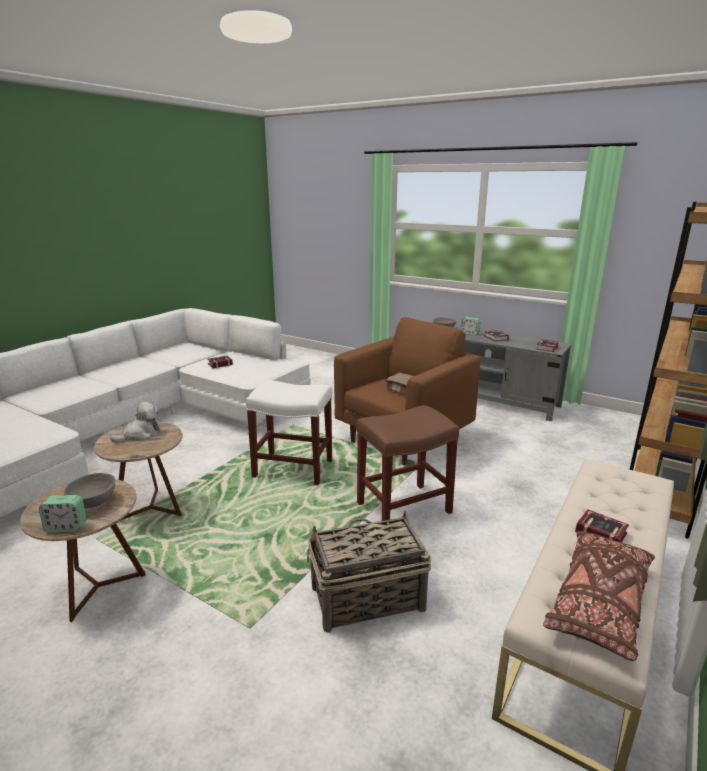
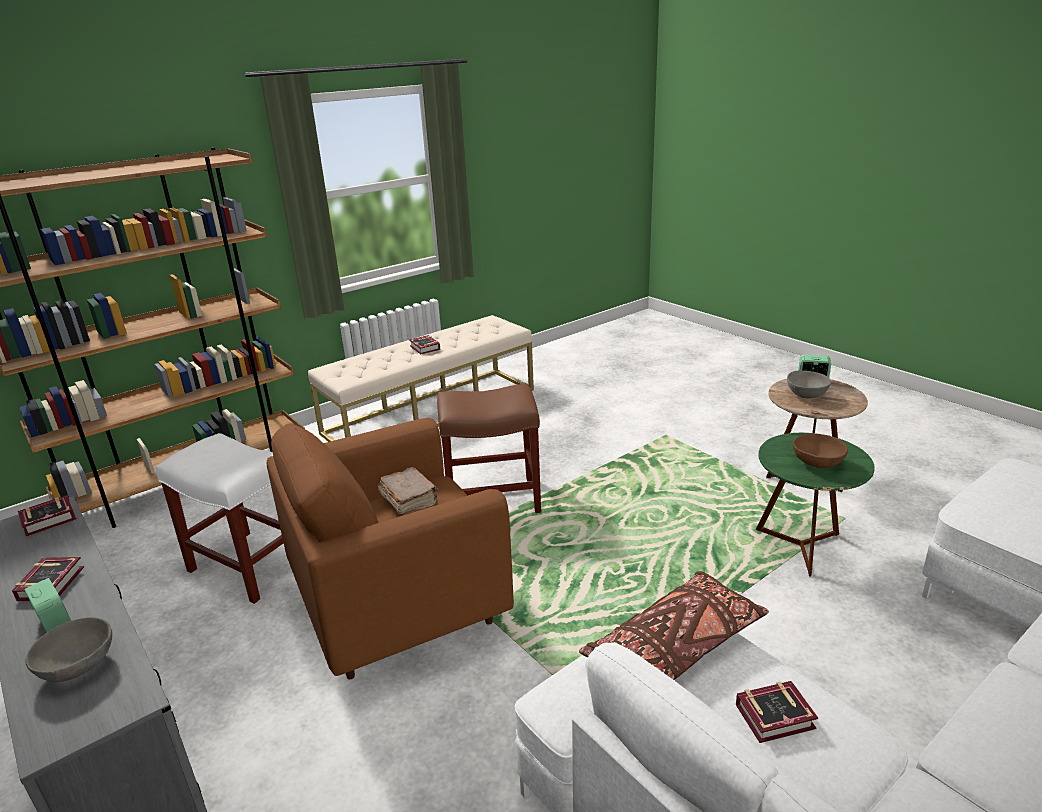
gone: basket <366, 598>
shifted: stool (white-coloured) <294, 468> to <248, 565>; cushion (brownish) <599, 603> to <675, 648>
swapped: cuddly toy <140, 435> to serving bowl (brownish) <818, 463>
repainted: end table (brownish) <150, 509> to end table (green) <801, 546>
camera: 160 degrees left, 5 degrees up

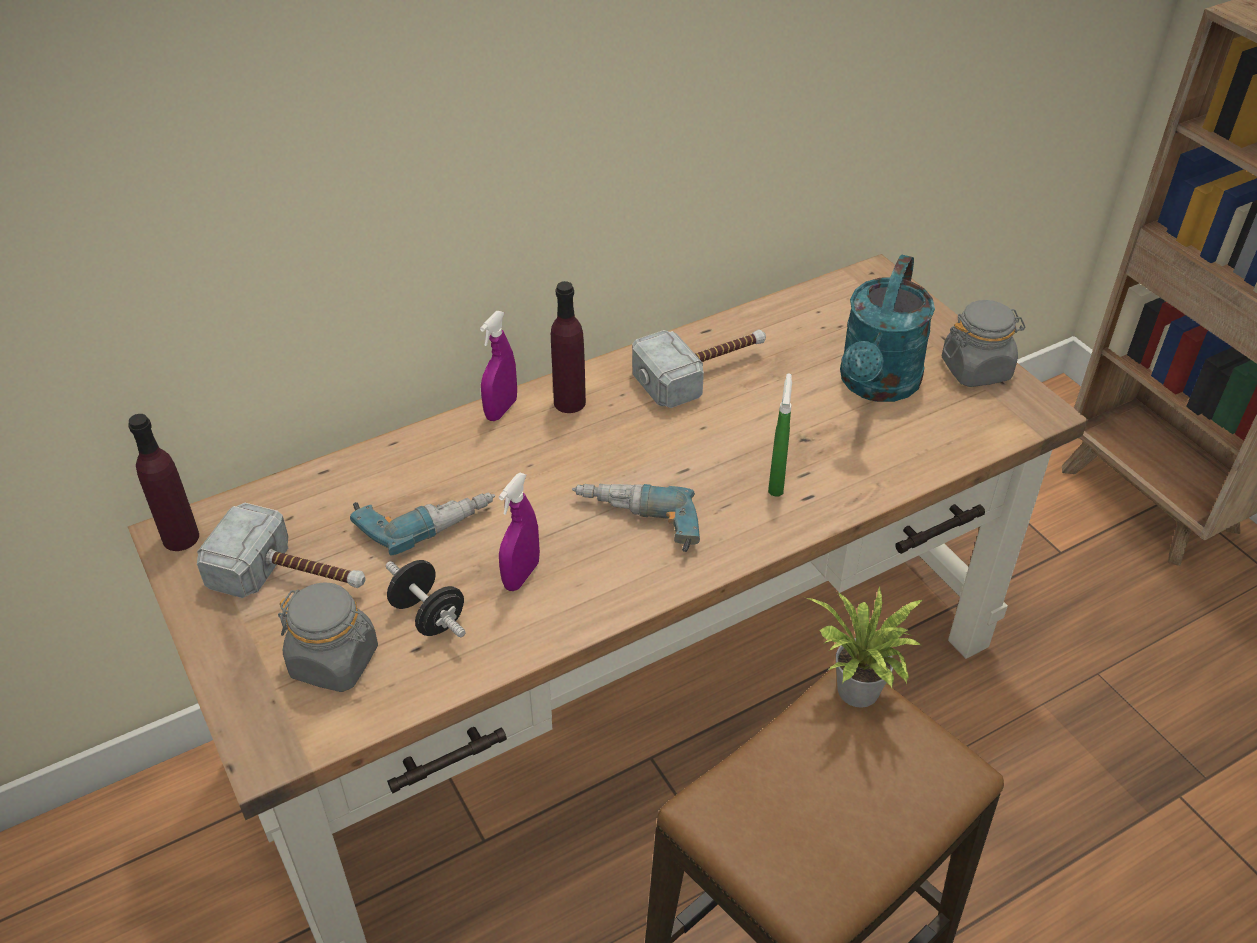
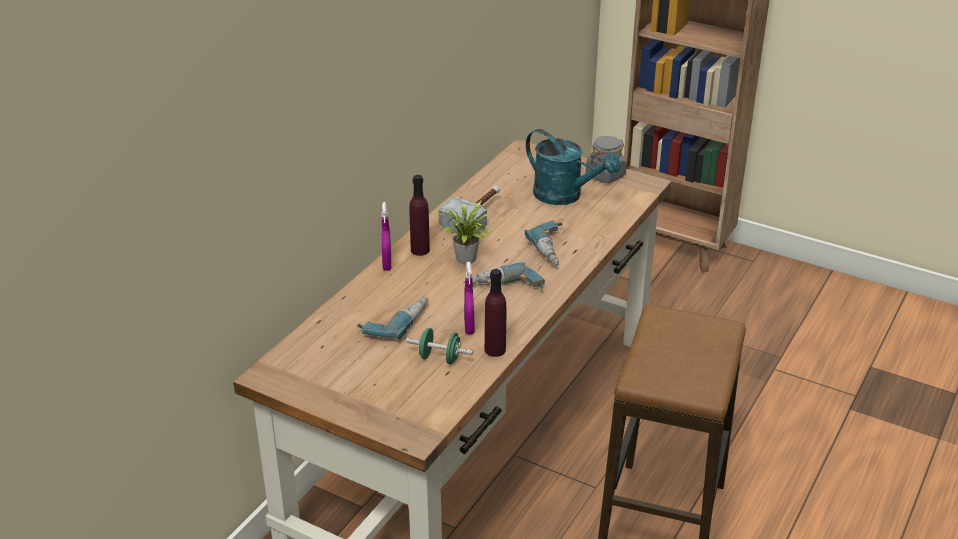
gone: hammer <293, 578>; jar (gray) <335, 661>
shifted: drink bottle (purple-coloured) <181, 537> to <495, 350>; potted plant <857, 695> to <467, 260>
swapped: hand sprayer (green) <776, 481> to drill <554, 249>
repainted: free weight (blackish) <428, 615> to free weight (green) <439, 358>
rotated: sprinkling can (blue-green) <876, 385> = <565, 196> 45 degrees counterclockwise
camera: 30 degrees left, 10 degrees down

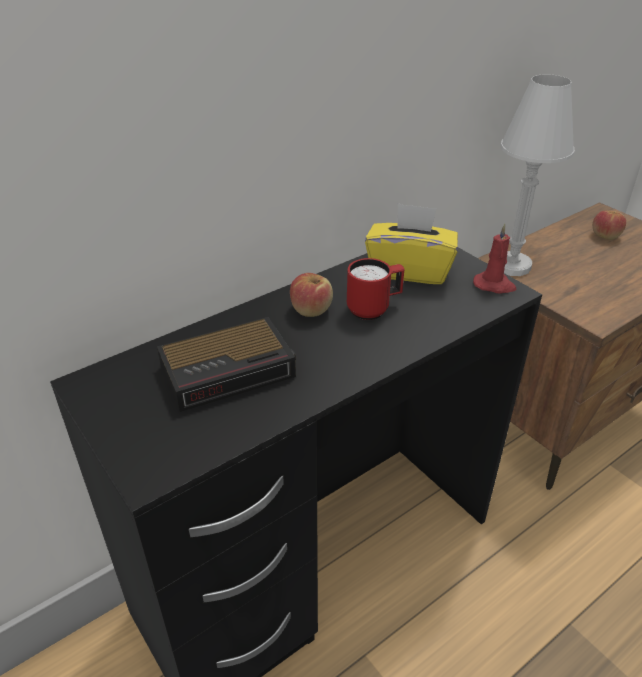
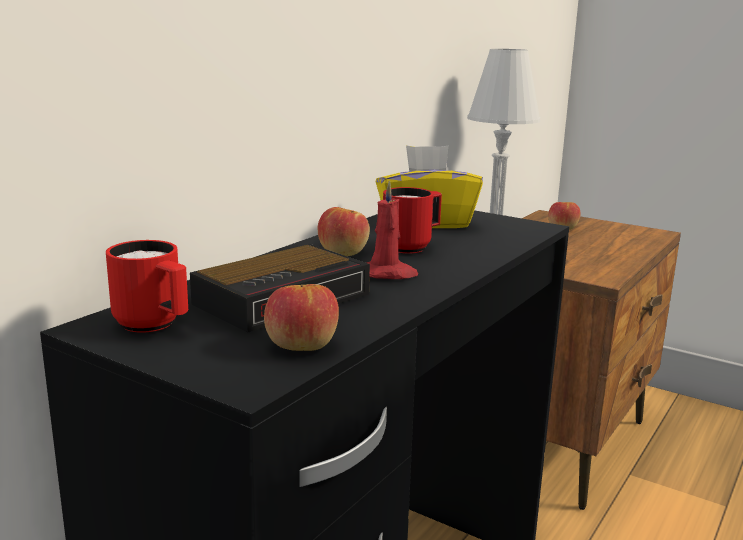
new: mug (red-coloured) <154, 326>; apple fruit <301, 345>
shifted: candle (red-coloured) <494, 285> to <389, 274>
camera: 20 degrees left, 20 degrees down

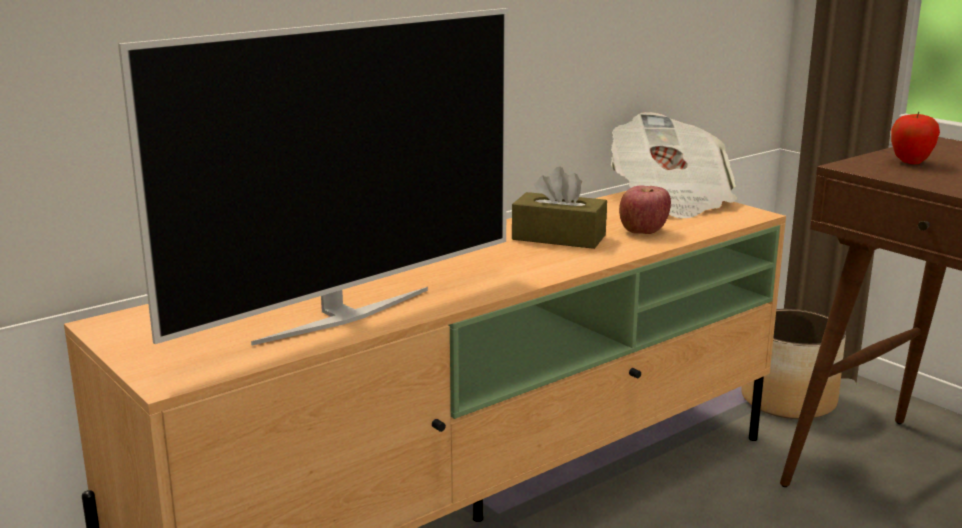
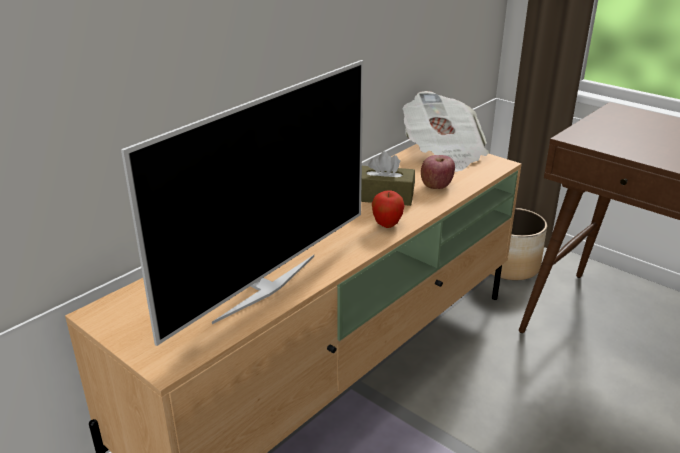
shifted: apple fruit <910, 162> to <387, 225>
camera: 10 degrees left, 10 degrees up

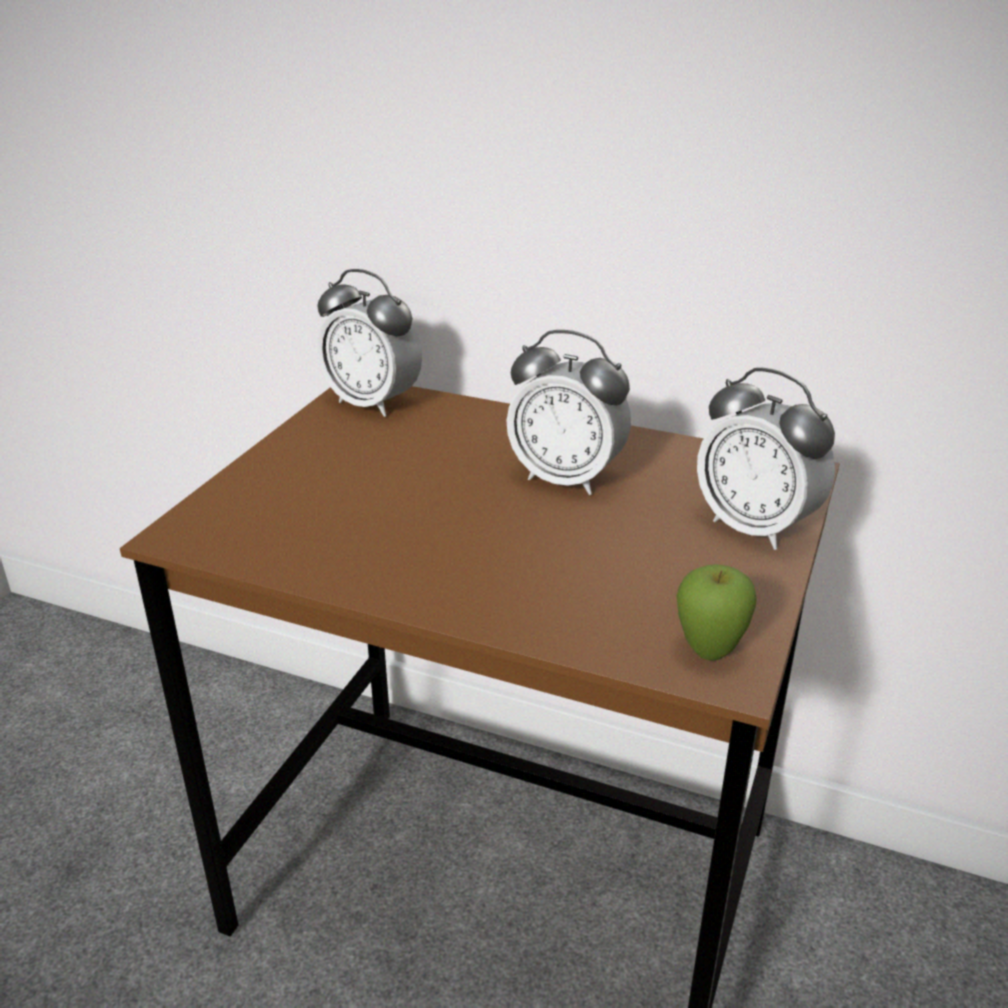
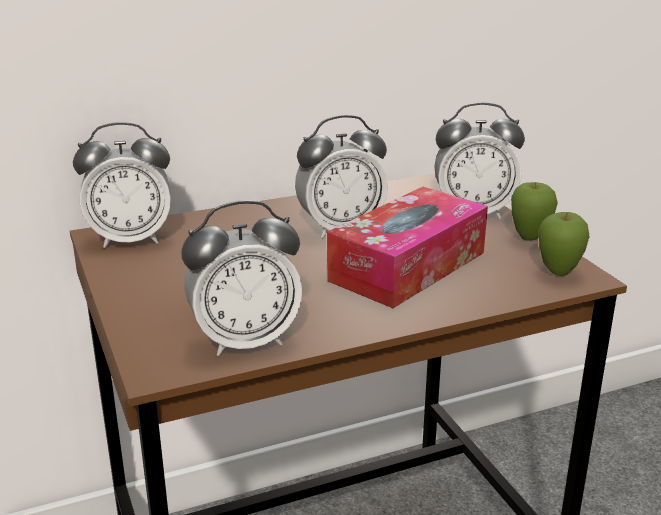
new: apple fruit <529, 238>; box of tissues <407, 266>; table clock <245, 341>
camera: 45 degrees left, 5 degrees down

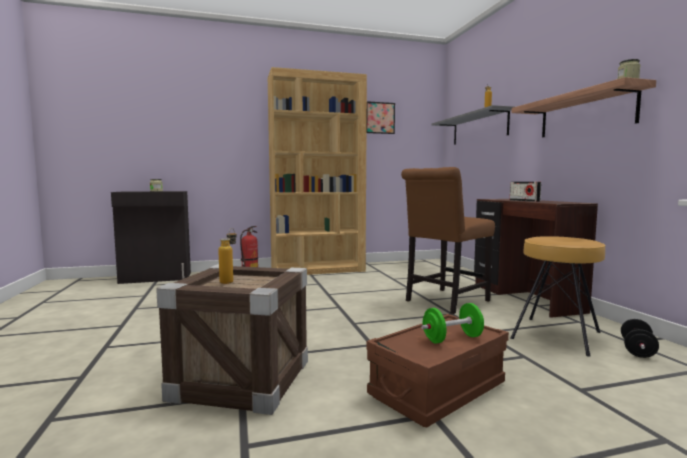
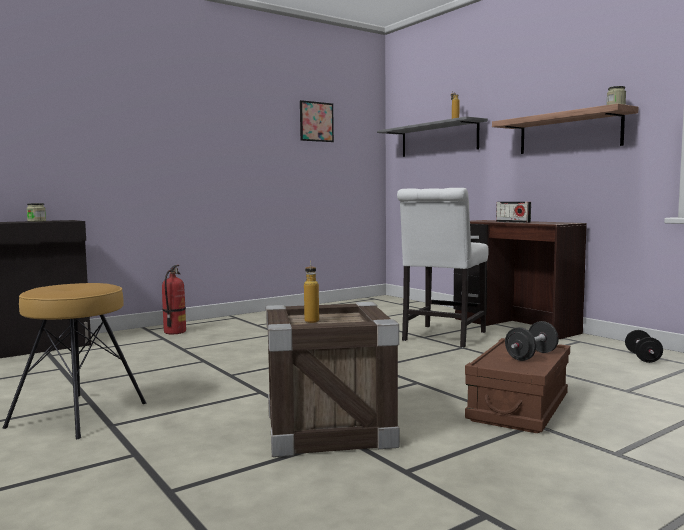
gone: bookcase (brownish) <318, 270>
shifted: stool (brownish) <557, 335> to <79, 415>
repainted: plain chair (brownish) <444, 302> to plain chair (white-coloured) <442, 337>; free weight (green) <452, 339> to free weight (blackish) <531, 356>
camera: 20 degrees left, 0 degrees up

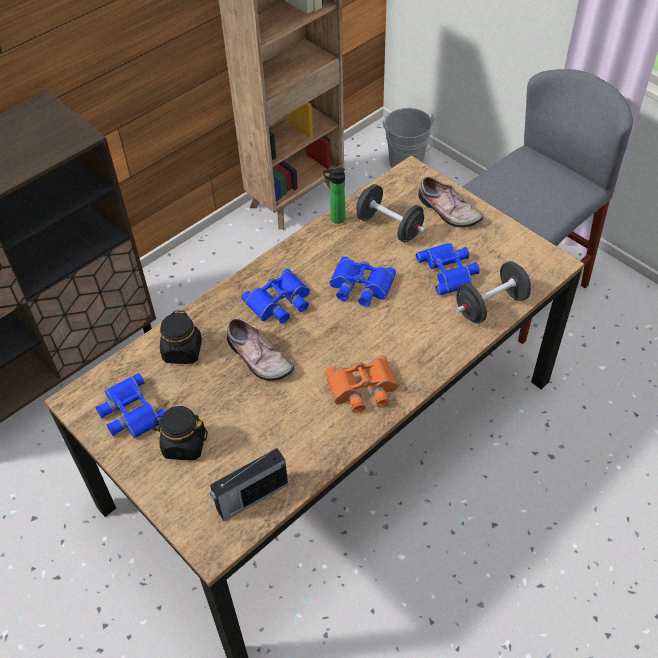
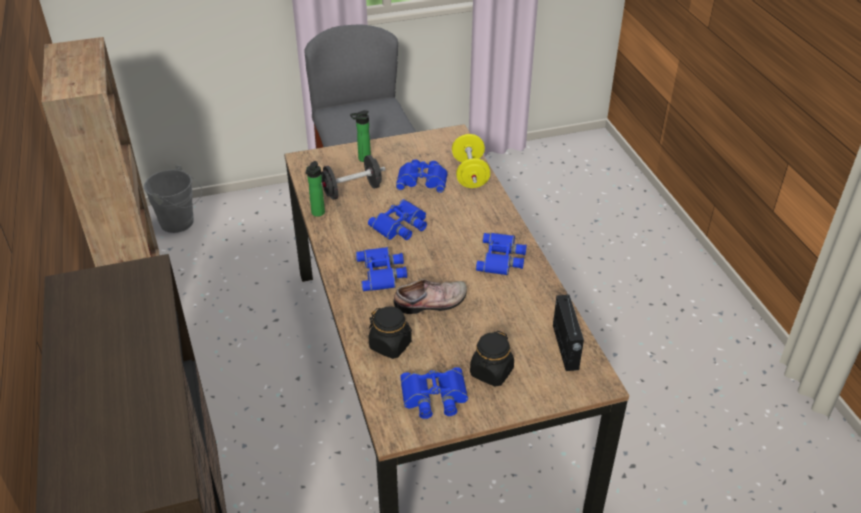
swapped: item of footwear <447, 211> to drink bottle <362, 159>
repainted: free weight (blackish) <491, 306> to free weight (yellowish) <470, 174>; binoculars (orangey) <362, 389> to binoculars (bluish) <502, 258>
camera: 65 degrees left, 10 degrees down

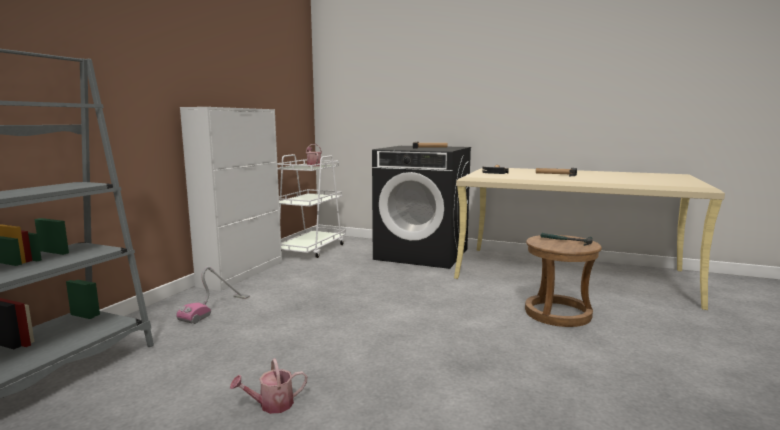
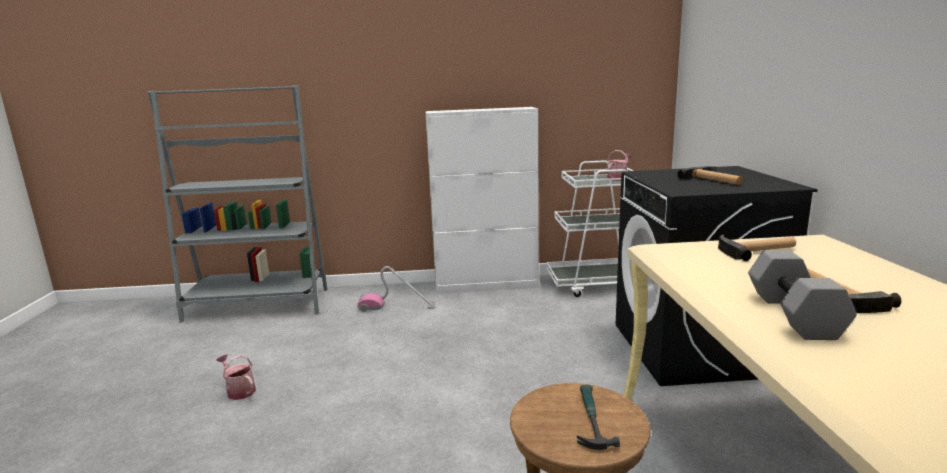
new: free weight (gray) <796, 315>
camera: 65 degrees right, 5 degrees up

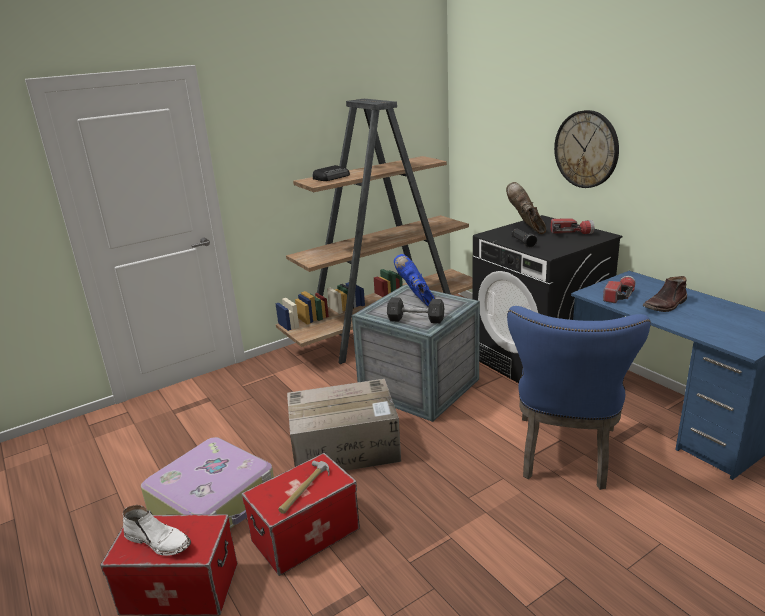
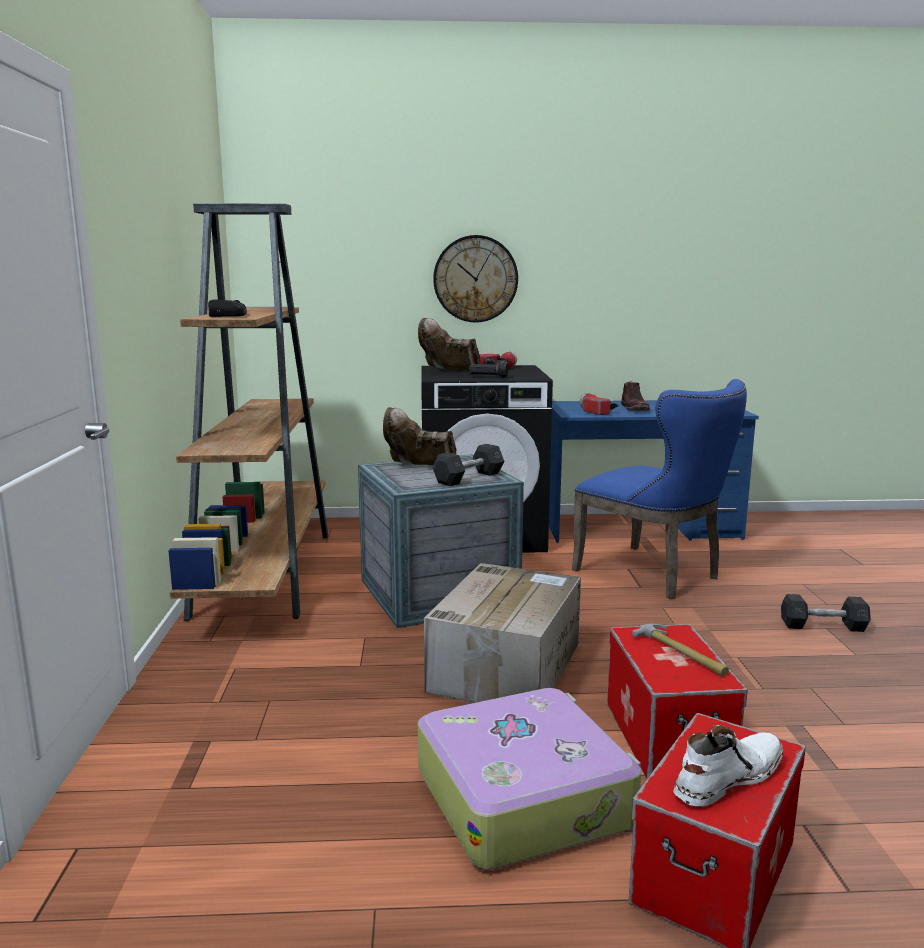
new: free weight (gray) <823, 626>
repainted: boot (bluish) <417, 300> to boot (brownish) <419, 468>
camera: 60 degrees left, 10 degrees down

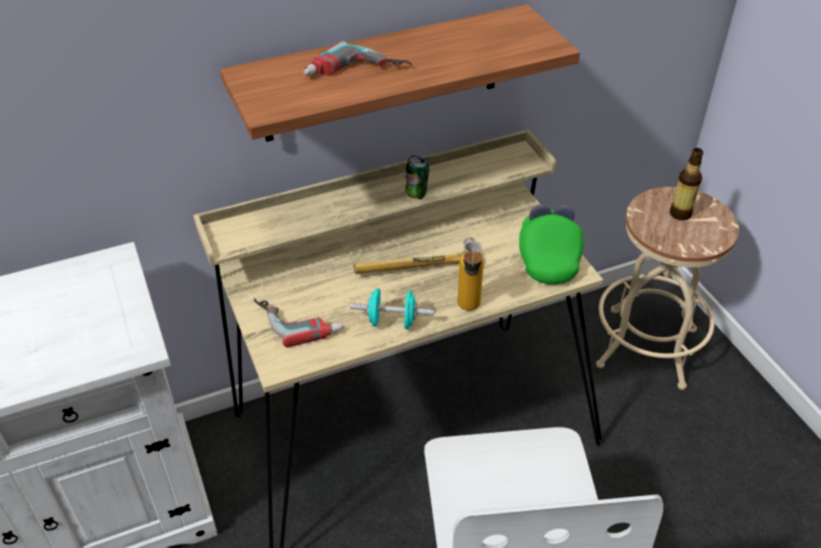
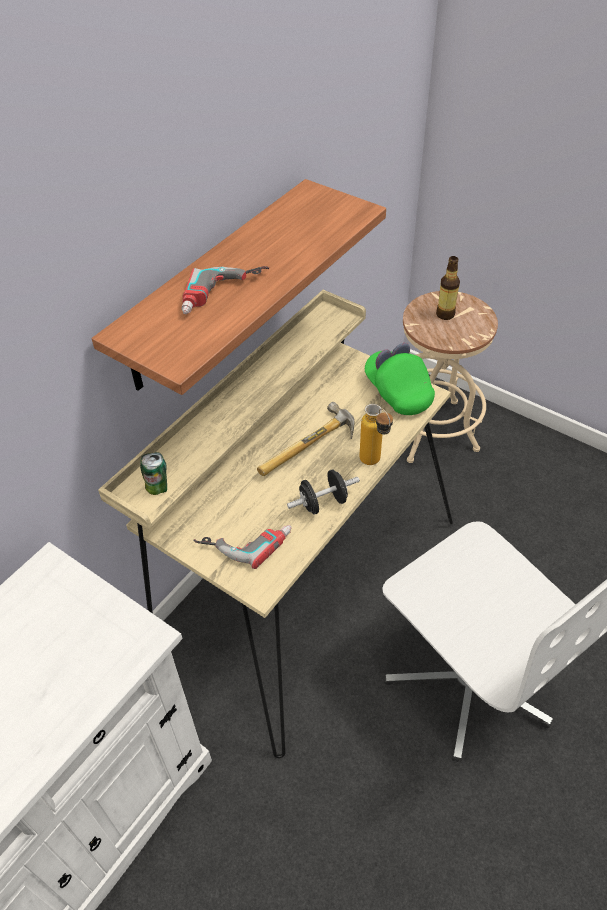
shifted: can <416, 194> to <158, 488>
repainted: free weight (blue-green) <392, 321> to free weight (blackish) <323, 503>
camera: 30 degrees left, 5 degrees up

